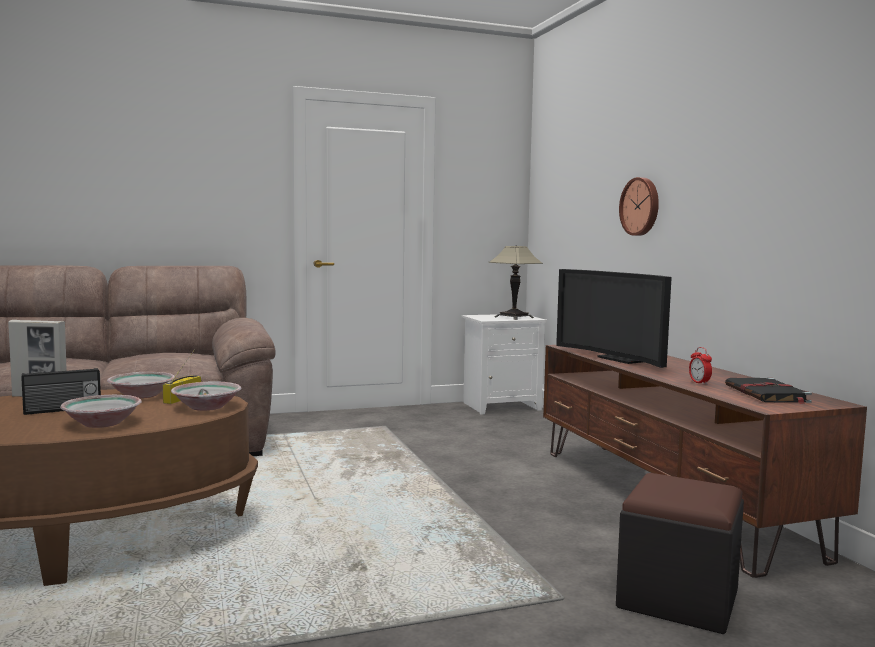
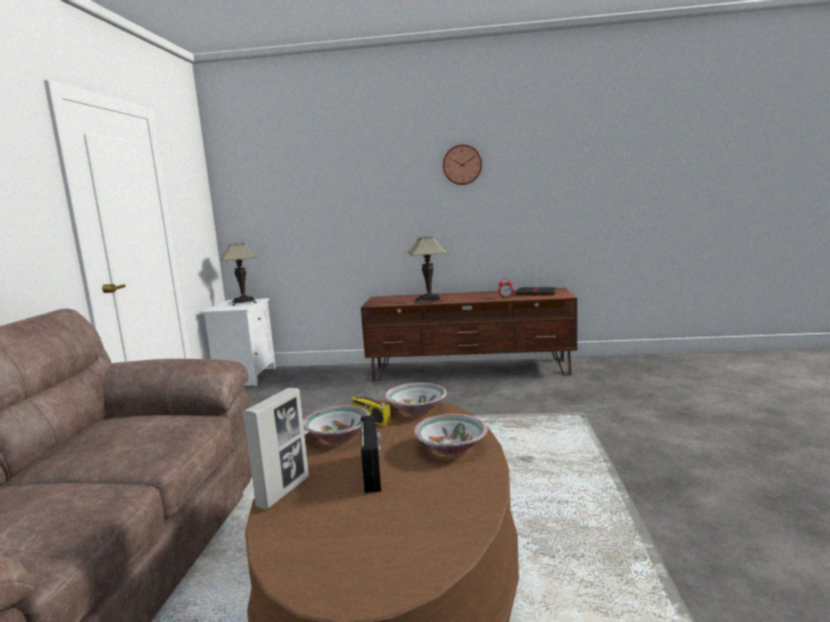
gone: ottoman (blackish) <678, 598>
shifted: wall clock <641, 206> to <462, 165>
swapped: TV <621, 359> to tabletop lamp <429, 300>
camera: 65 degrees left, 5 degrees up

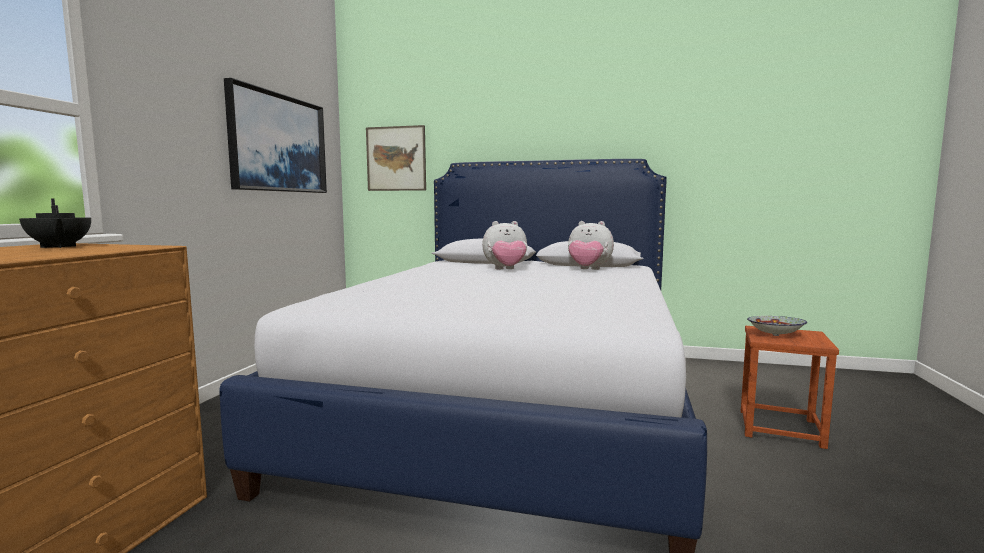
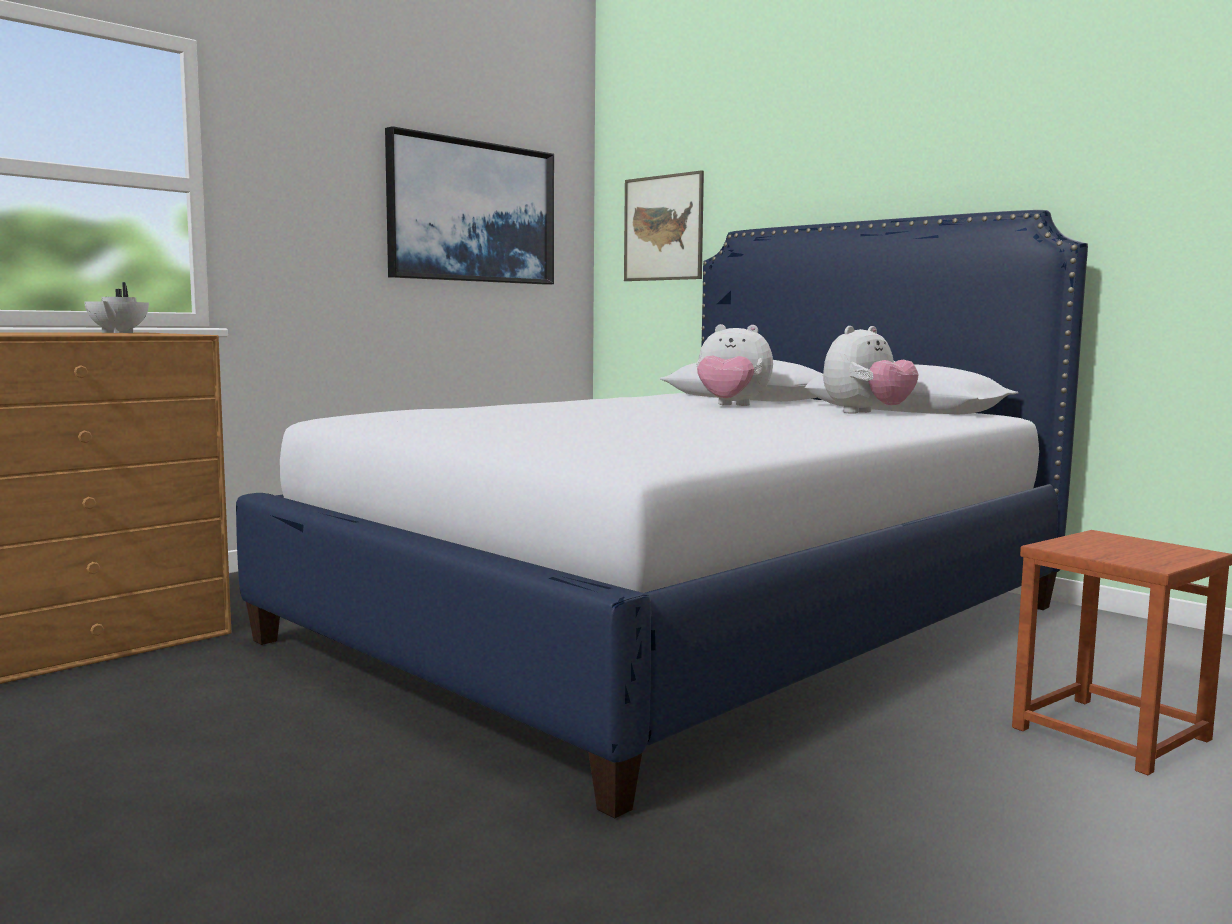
gone: serving bowl <776, 335>
repainted: tea pot (blackish) <59, 247> to tea pot (white-coloured) <117, 332>
rotated: cuddly toy <588, 269> = <867, 413> 90 degrees counterclockwise
camera: 30 degrees right, 0 degrees up

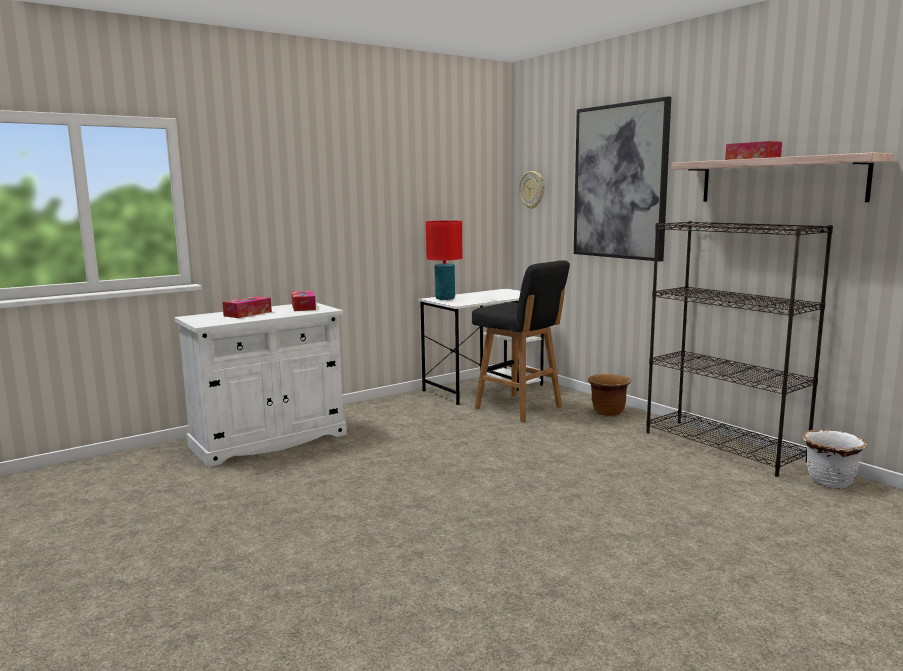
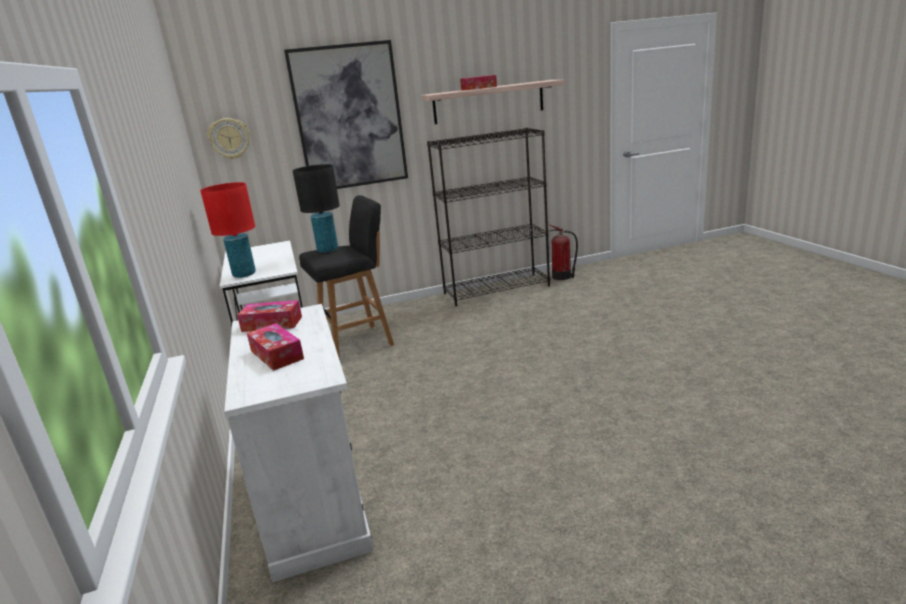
gone: flower pot (brownish) <608, 412>
new: tabletop lamp (blackish) <327, 250>
swapped: flower pot (white-coloured) <829, 482> to extinguisher <563, 277>
camera: 70 degrees left, 10 degrees up

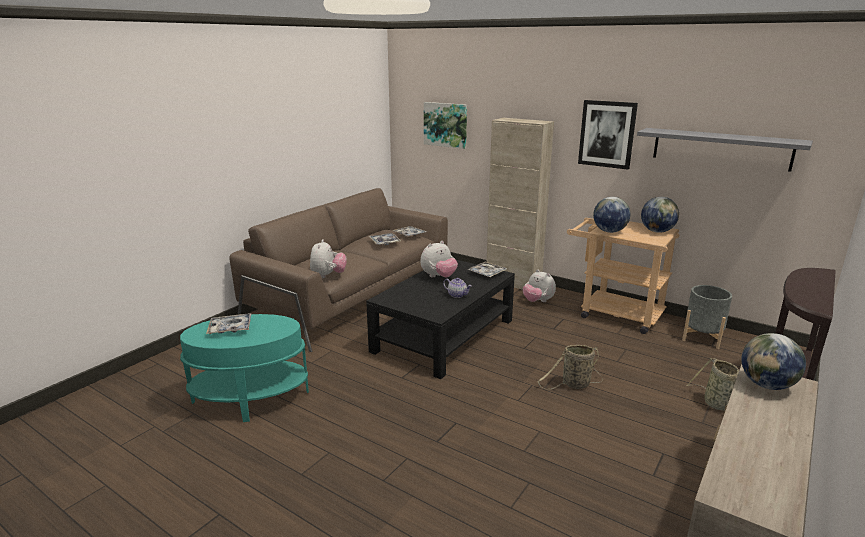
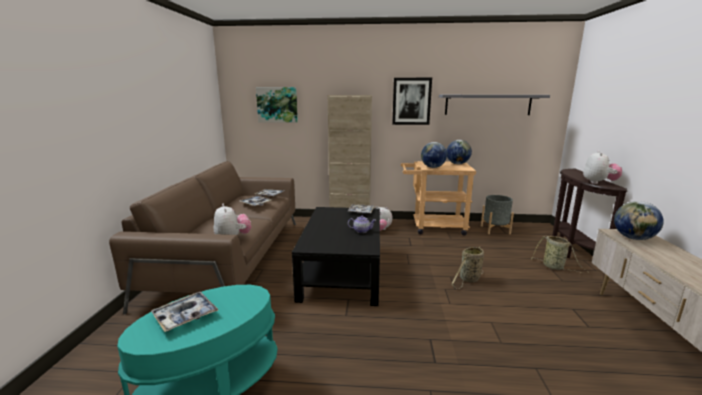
shifted: cuddly toy <438, 277> to <598, 183>
camera: 30 degrees left, 5 degrees down

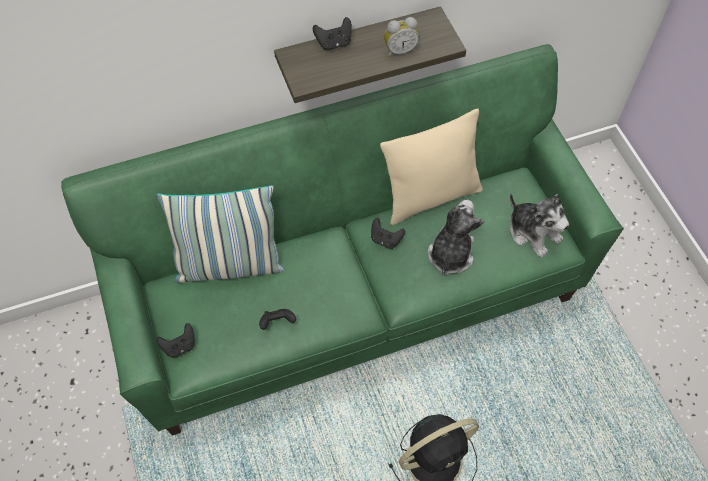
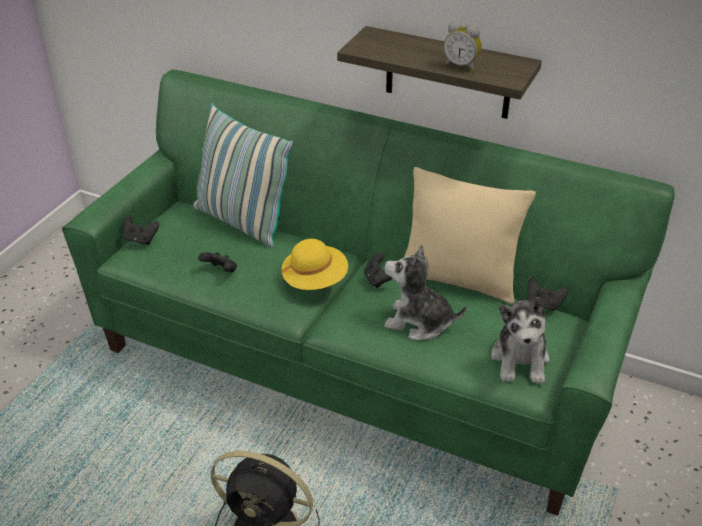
new: hat (yellowish) <315, 280>
shifted: joypad (blackish) <334, 43> to <543, 304>
rotated: cuddly toy <450, 253> = <419, 322> 135 degrees counterclockwise
camera: 45 degrees right, 20 degrees down

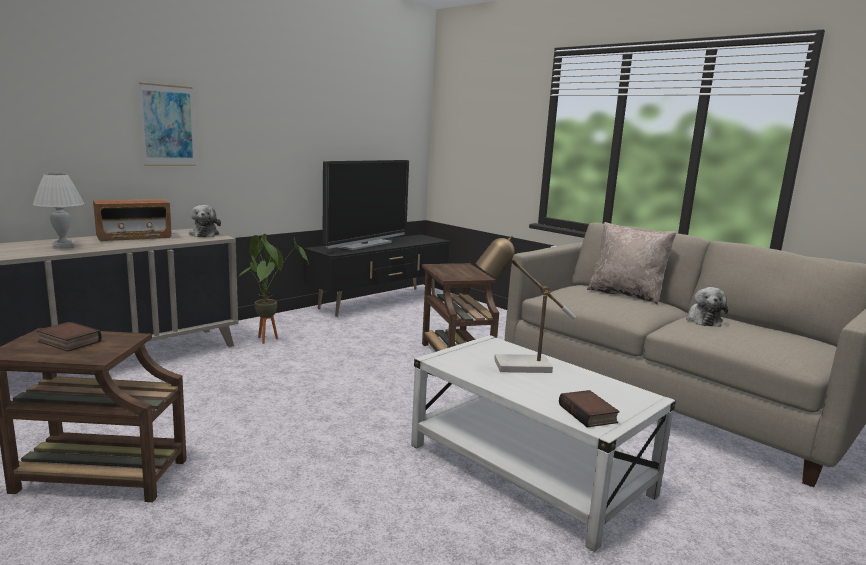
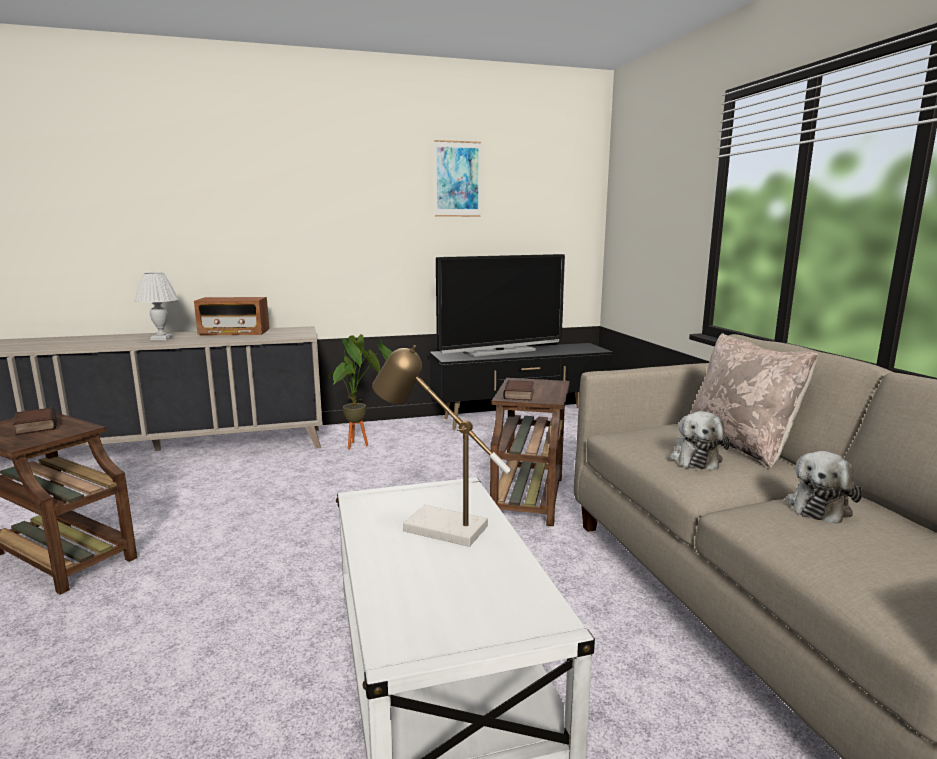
shifted: wall picture <168, 125> to <457, 179>; cuddly toy <204, 234> to <695, 458>; volume <589, 414> to <520, 395>
camera: 30 degrees right, 0 degrees up

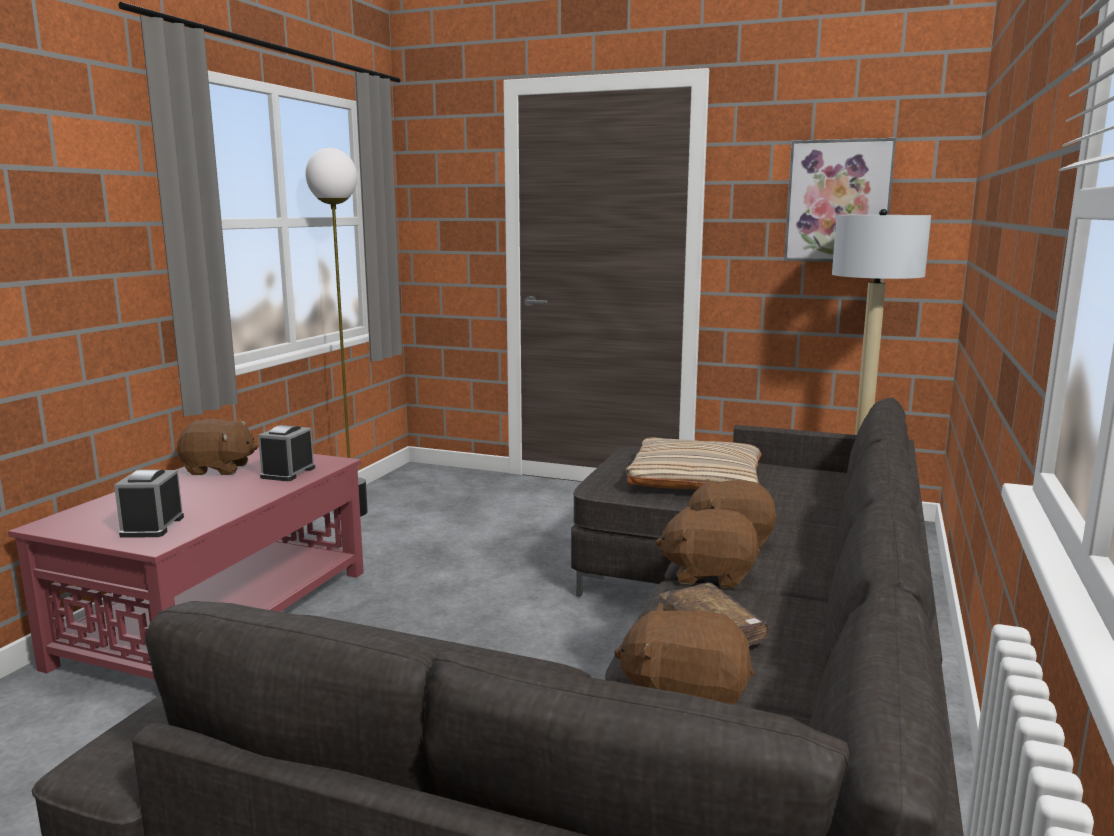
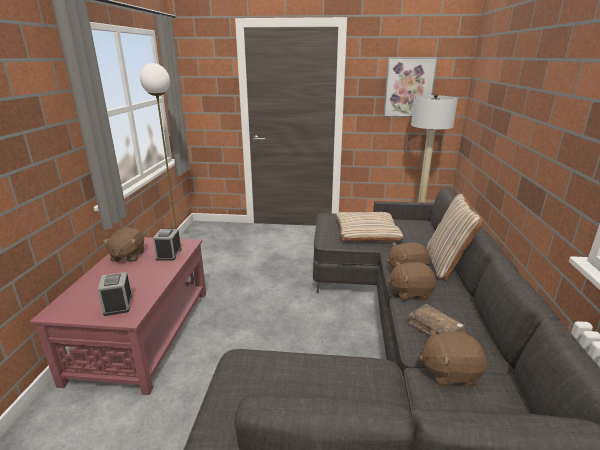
new: cushion (sand-coloured) <446, 264>
rotated: cuddly toy (brownish) <218, 469> = <127, 256> 105 degrees clockwise
camera: 15 degrees left, 10 degrees up

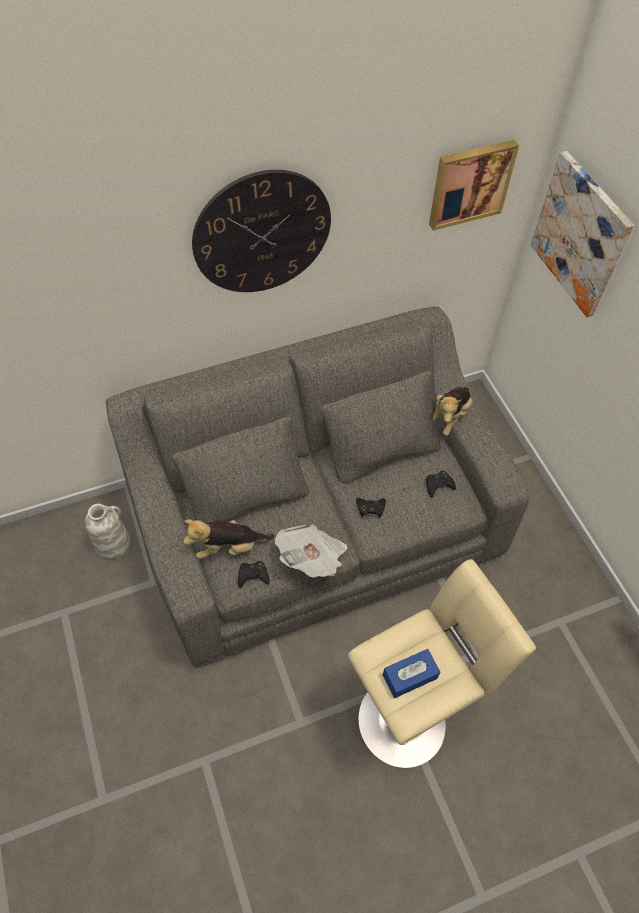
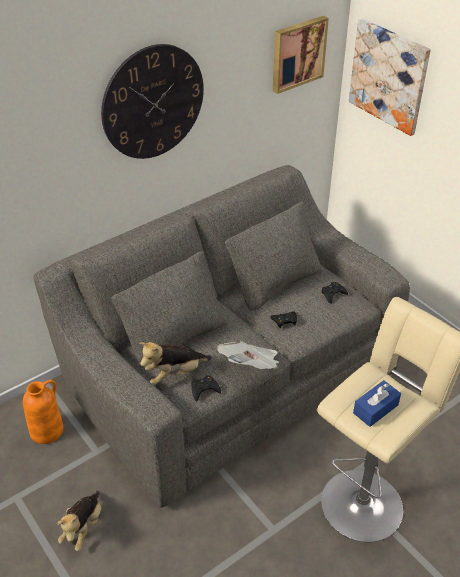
shifted: cuddly toy <449, 417> to <83, 527>
repainted: decorative vase (white-coloured) <113, 543> to decorative vase (orangey) <47, 430>
camera: 15 degrees left, 15 degrees down

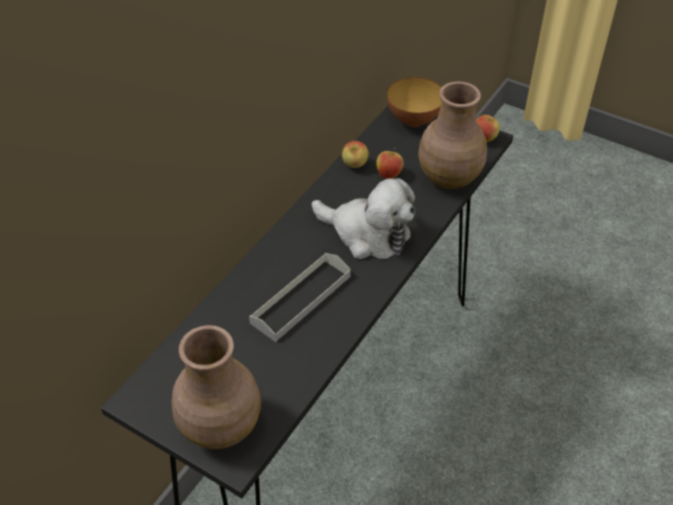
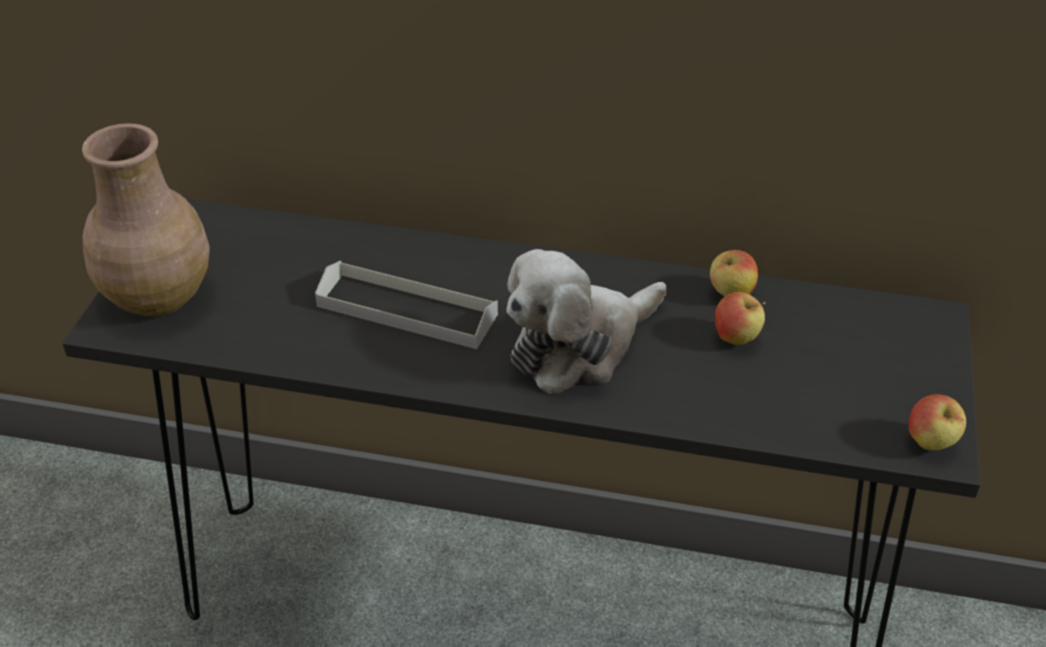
gone: serving bowl <414, 120>; decorative vase (brownish) <449, 177>
rotated: cuddly toy <367, 234> = <579, 346> 45 degrees clockwise
camera: 70 degrees right, 5 degrees down

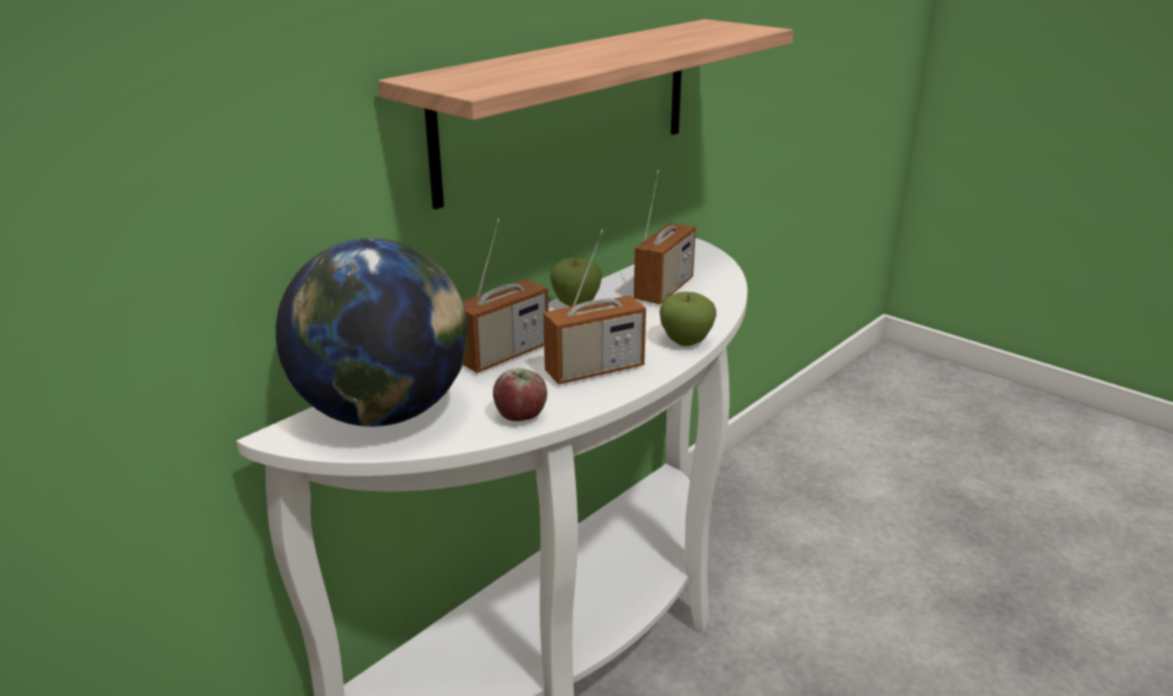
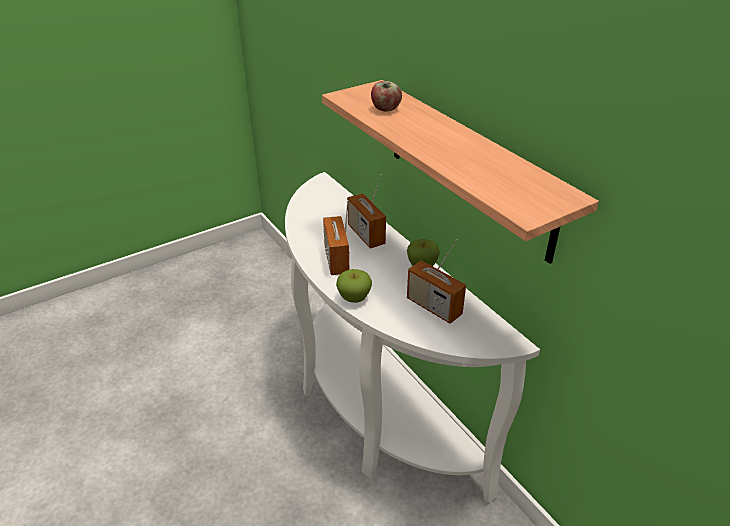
gone: world globe <384, 414>
shifted: apple fruit <521, 416> to <385, 109>
camera: 105 degrees right, 10 degrees up

